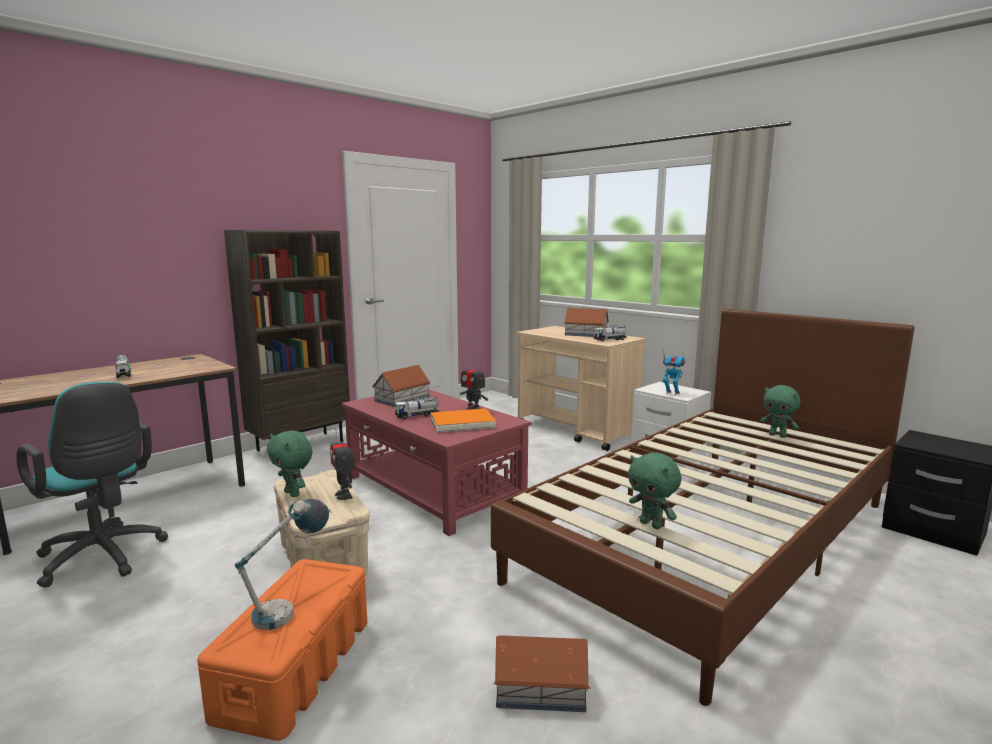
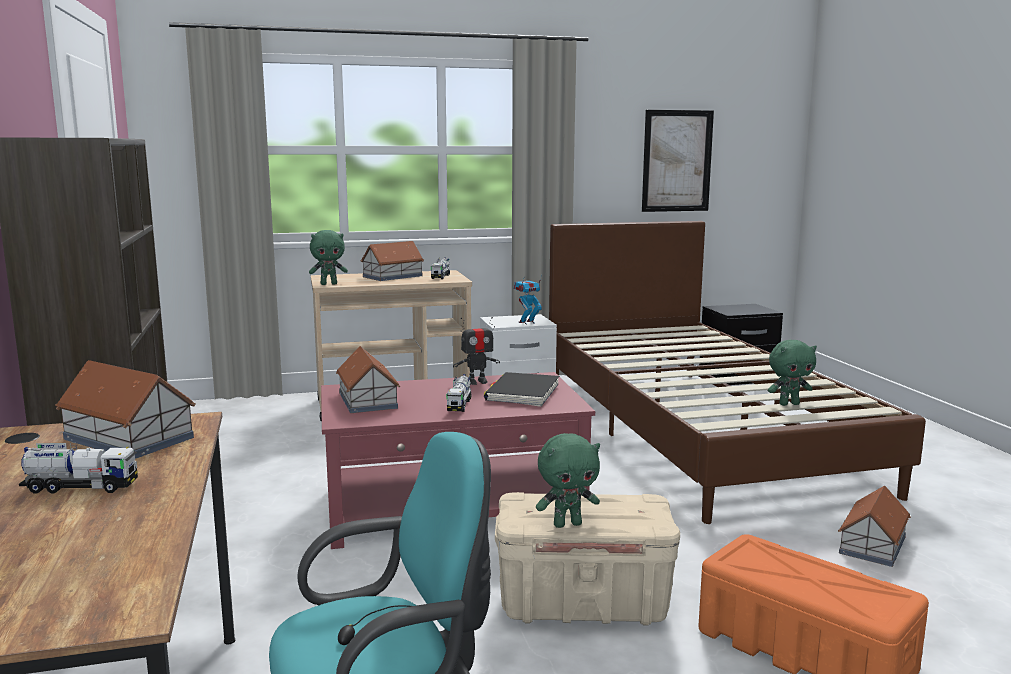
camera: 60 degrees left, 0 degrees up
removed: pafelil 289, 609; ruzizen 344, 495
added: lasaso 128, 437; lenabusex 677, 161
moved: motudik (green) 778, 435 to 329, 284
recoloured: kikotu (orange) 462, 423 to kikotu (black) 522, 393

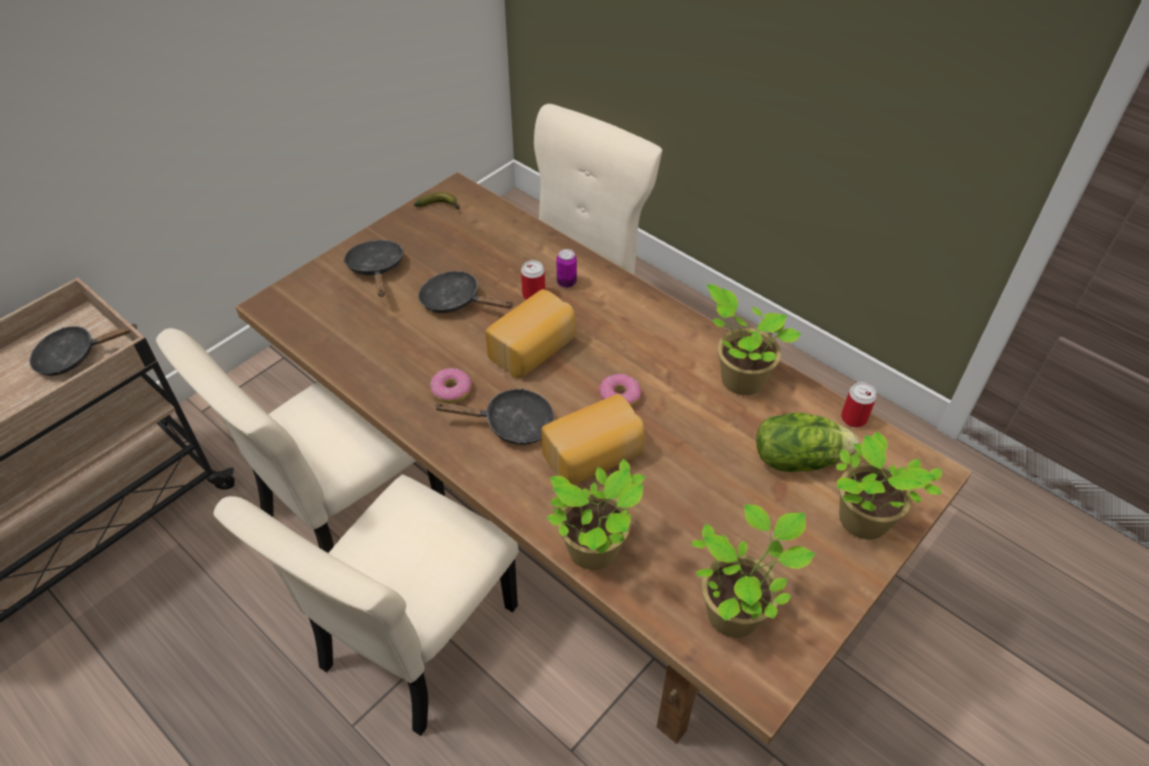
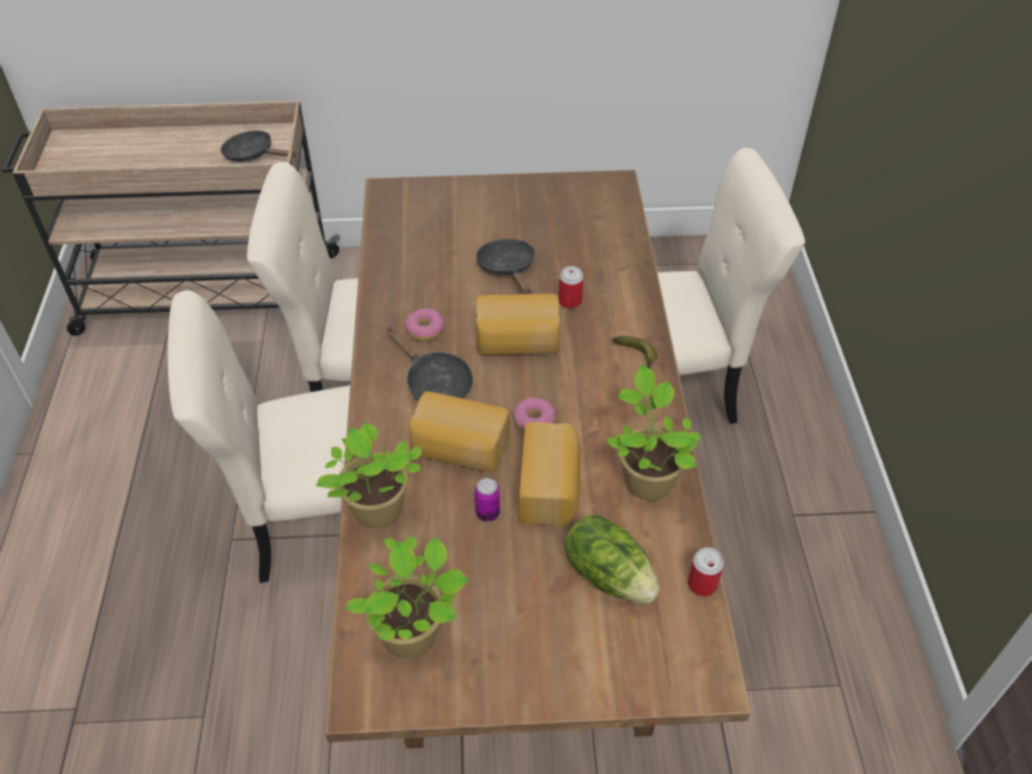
camera: 45 degrees right, 0 degrees up
removed: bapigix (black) 377, 269; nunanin 862, 522
added: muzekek 550, 487
moved: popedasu 440, 207 to 637, 356; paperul 566, 282 to 487, 513

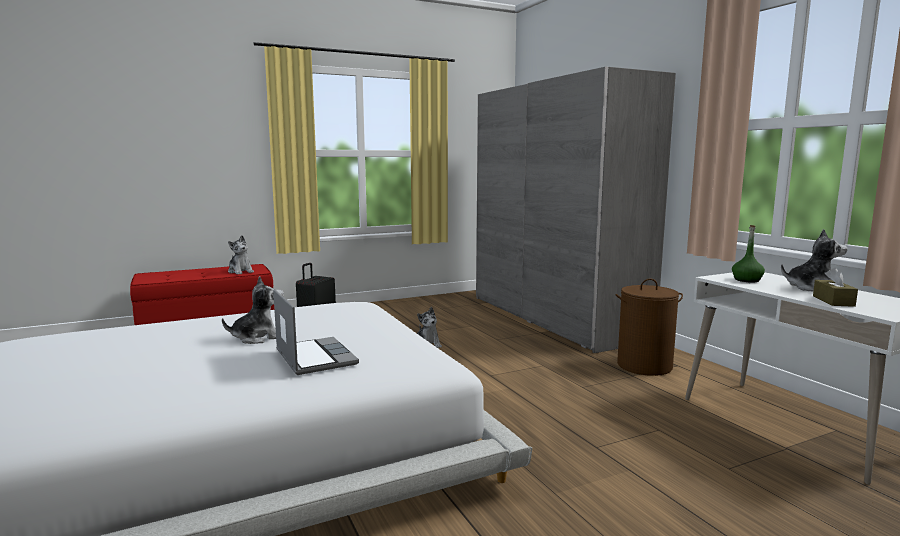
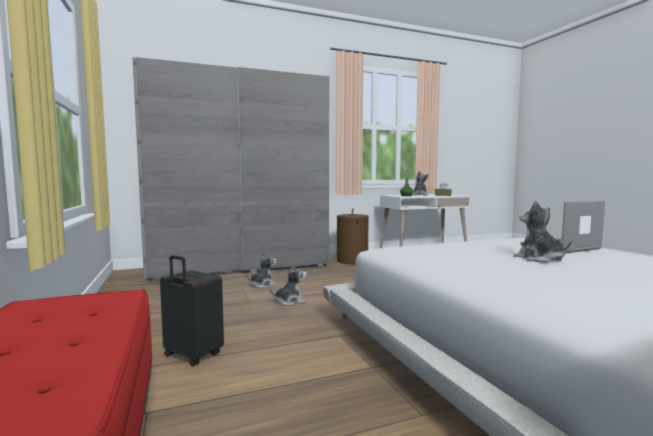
camera: 85 degrees left, 5 degrees down
moved: motudik 240, 271 to 262, 285

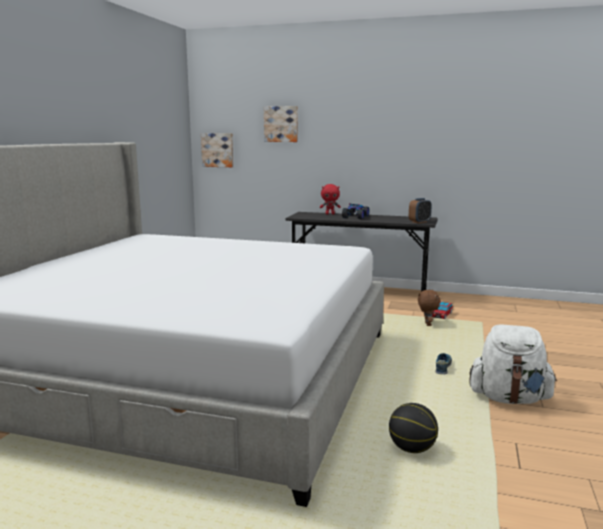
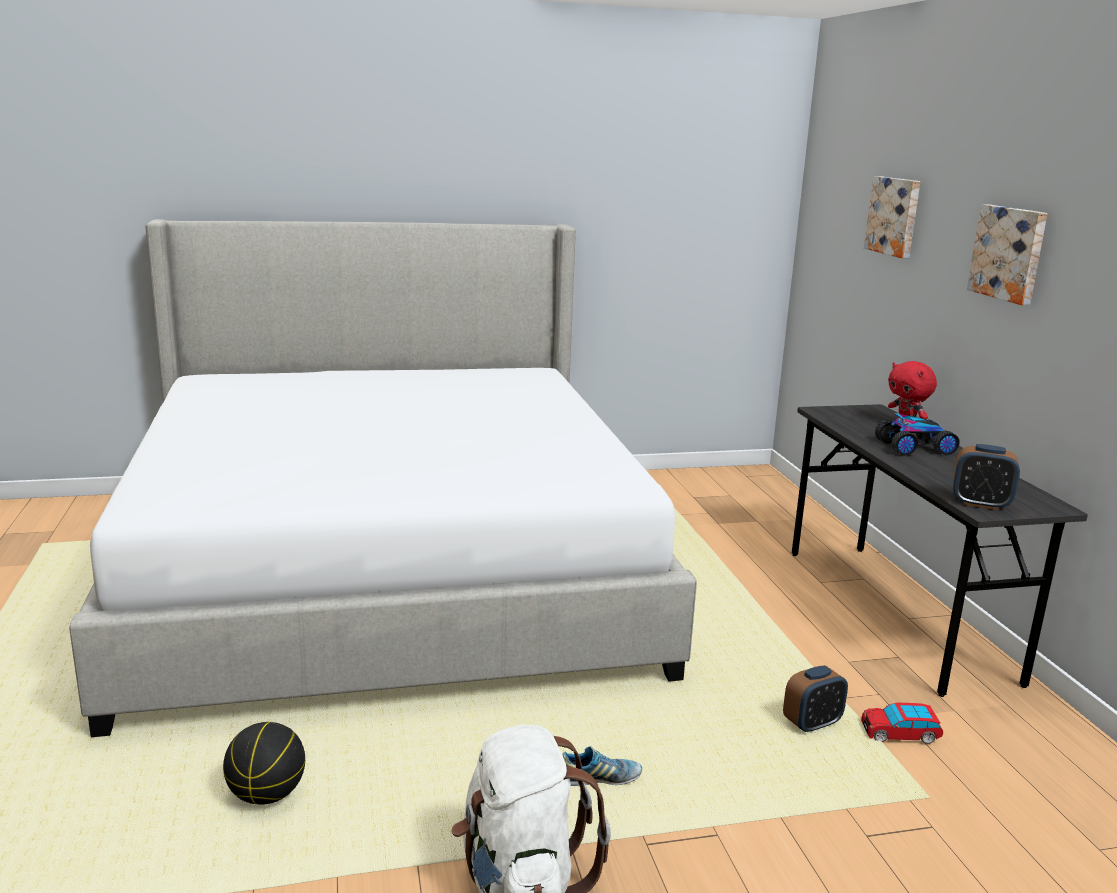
camera: 60 degrees right, 5 degrees up
moved: lenabusex 218, 150 to 1009, 253
replaced: motudik (brown) 427, 325 to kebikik 812, 724

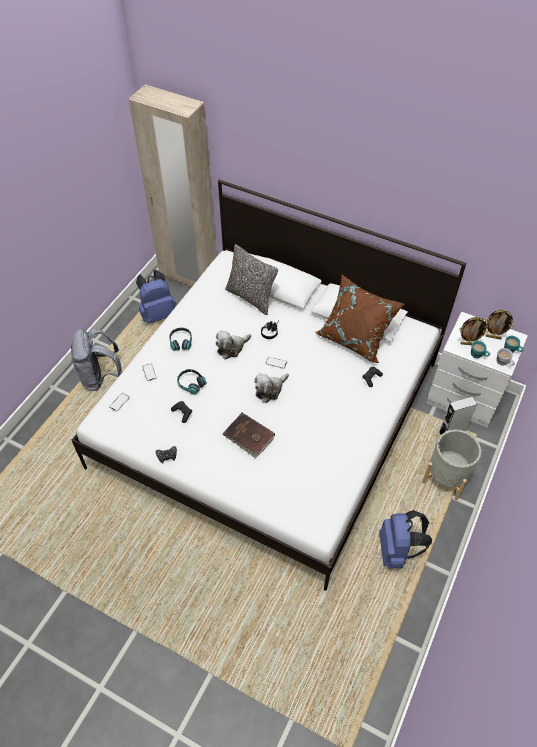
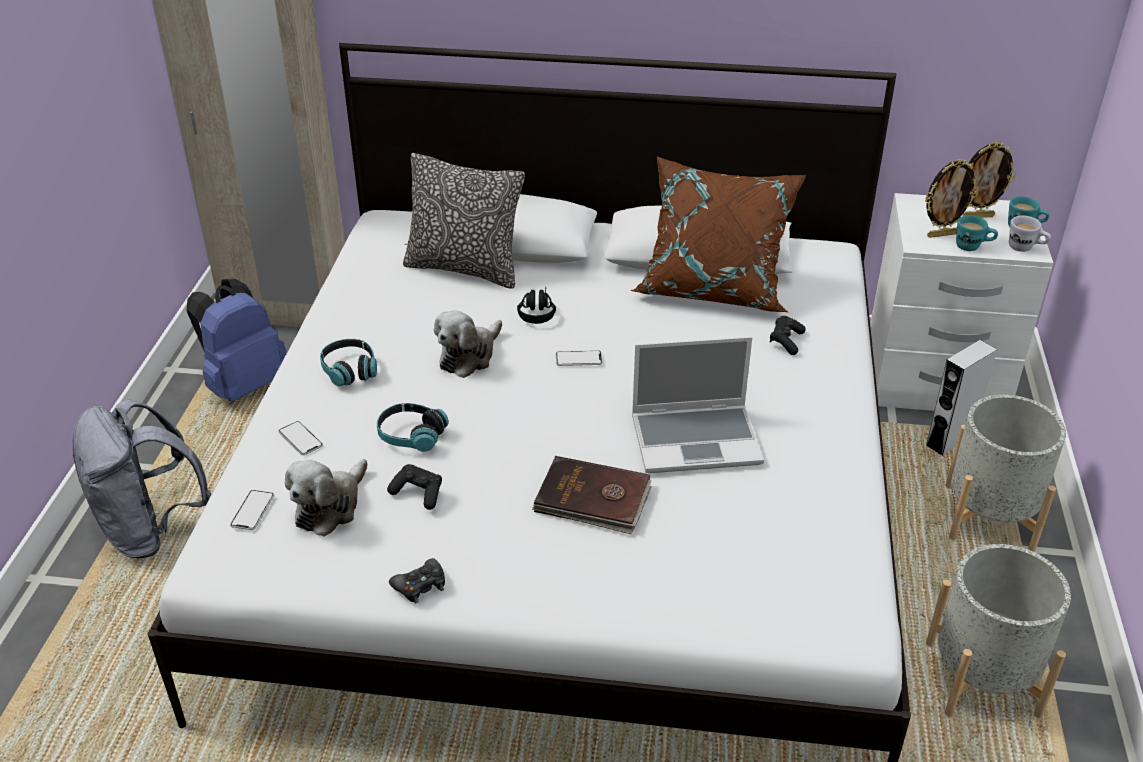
camera: 20 degrees left, 15 degrees down
added: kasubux 697, 439
moved: motudik 270, 390 to 330, 506
replaced: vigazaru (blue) 397, 550 to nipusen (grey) 982, 679

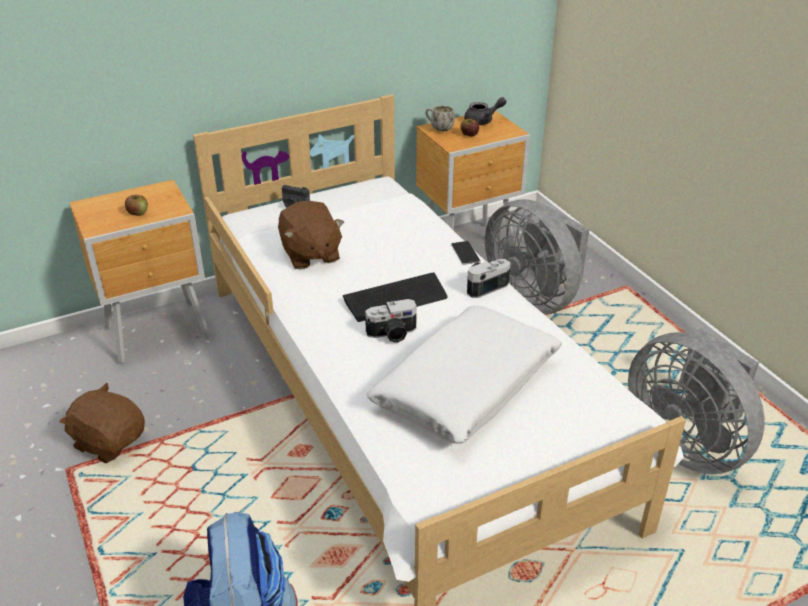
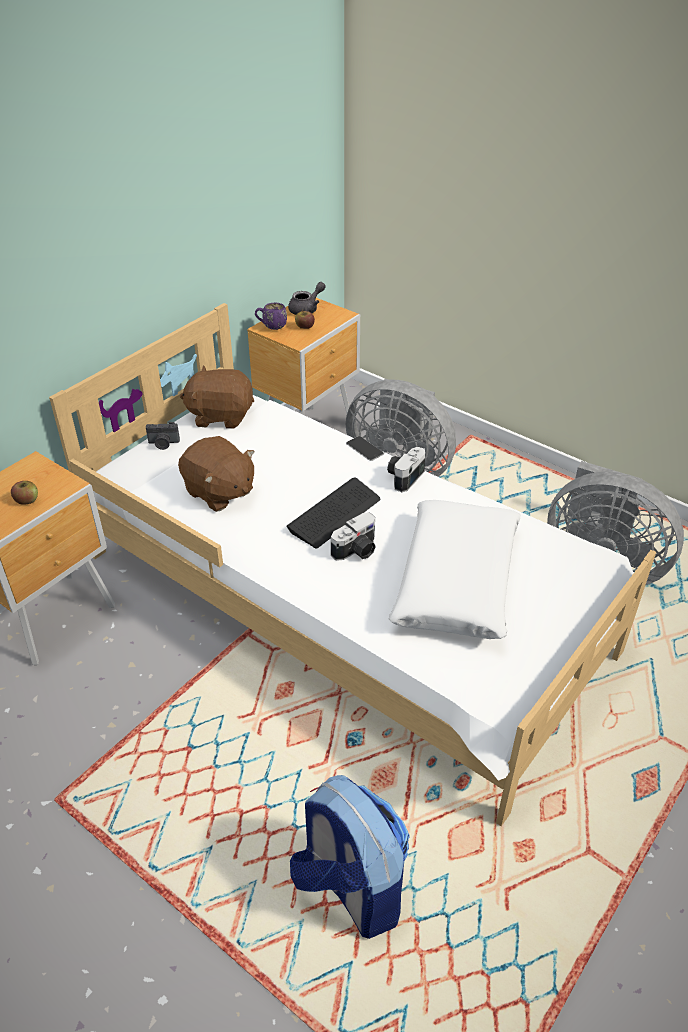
camera: 25 degrees left, 5 degrees up
moved: motudik (brown) 109, 441 to 221, 416
recoloured: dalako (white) 439, 129 to dalako (purple) 271, 327

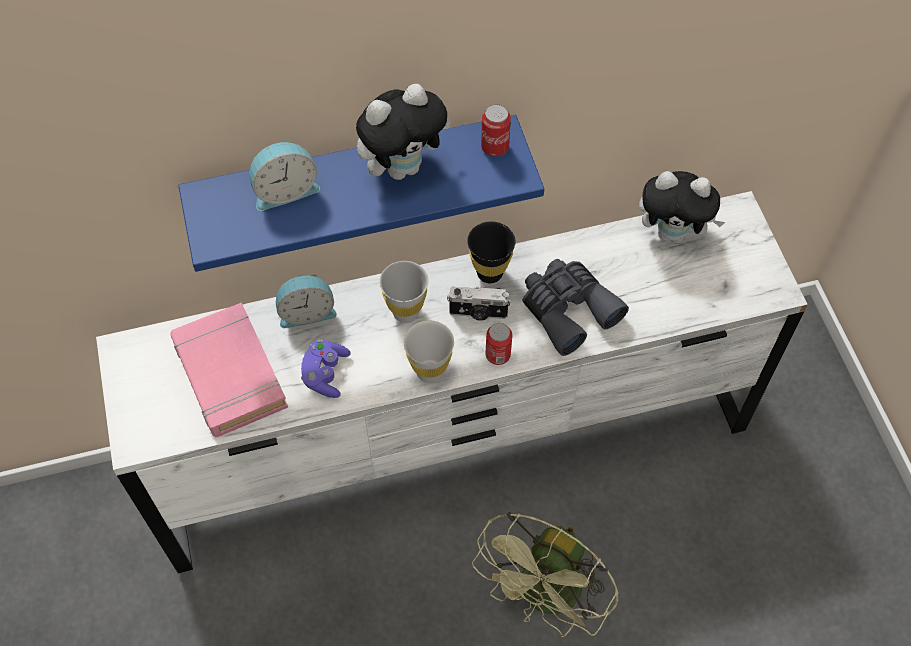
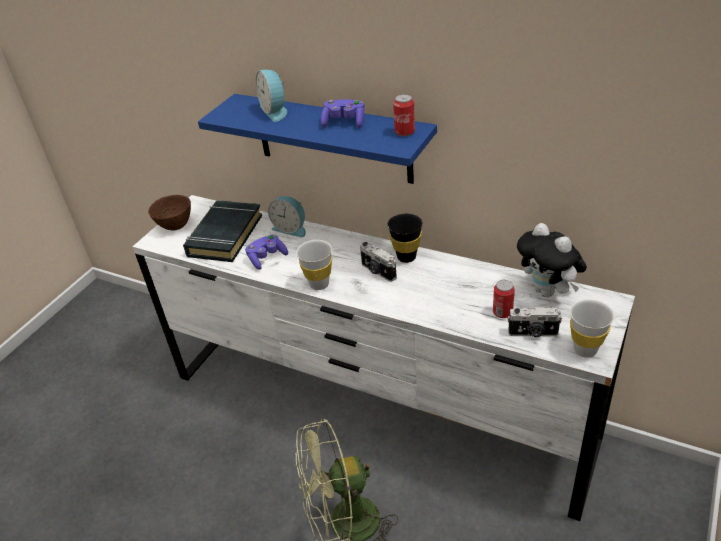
camera: 45 degrees right, 20 degrees down
removed: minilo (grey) 567, 310
added: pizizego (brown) 176, 226; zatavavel 533, 333
moved: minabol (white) 406, 312 to 585, 349; paperul 498, 355 to 502, 312
replaced: motudik 403, 167 to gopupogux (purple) 344, 122
recoloured: kikotu (pink) 229, 374 to kikotu (black) 224, 236
turned: kebikik 285, 190 = 275, 111 45 degrees clockwise

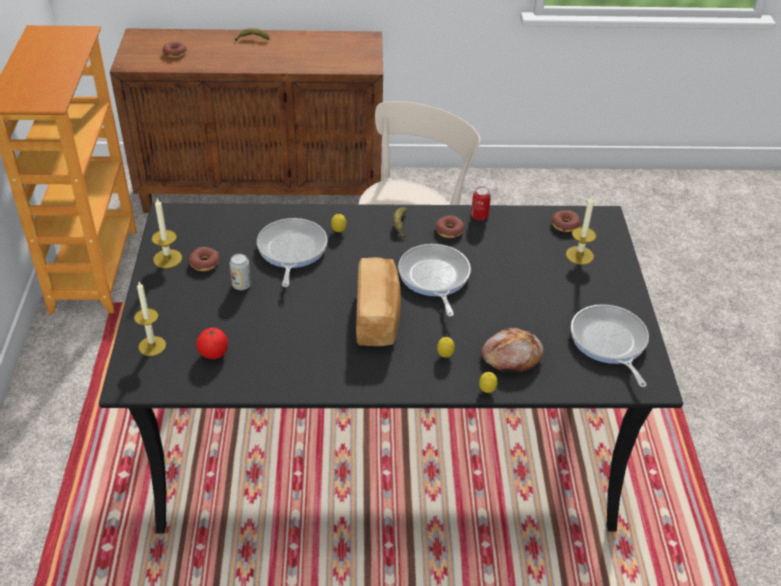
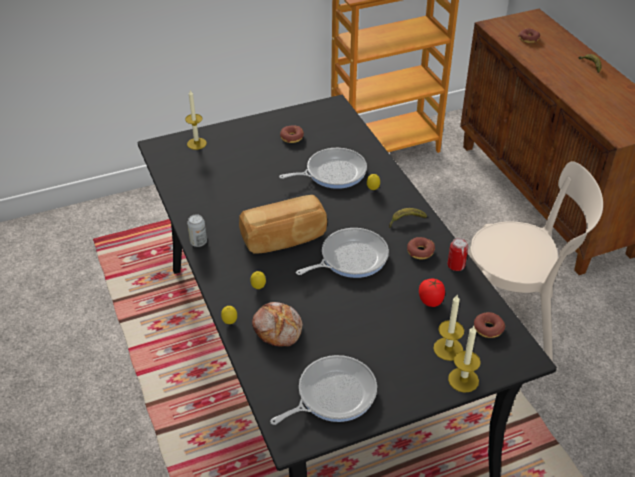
camera: 70 degrees right, 0 degrees up
moved: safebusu 167, 258 to 463, 380; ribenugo 213, 354 to 430, 301; paperul 241, 285 to 198, 242

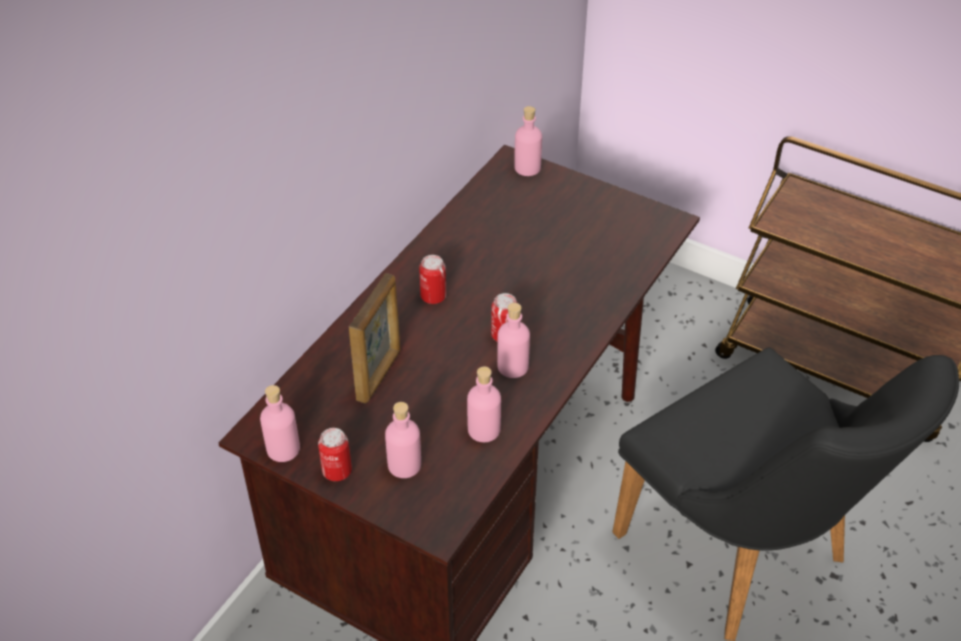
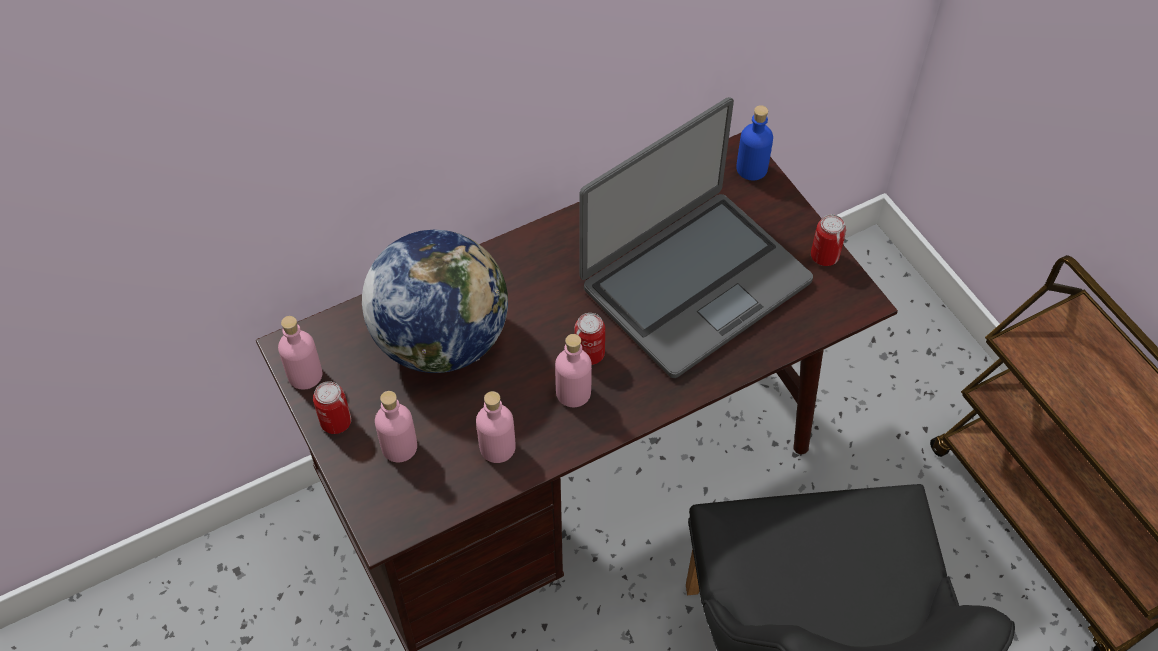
camera: 30 degrees right, 10 degrees up
added: kasubux 694, 282
moved: paperul 433, 296 to 824, 256
replaced: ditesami 379, 375 to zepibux 441, 339
recoloured: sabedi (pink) 527, 168 to sabedi (blue) 751, 168

